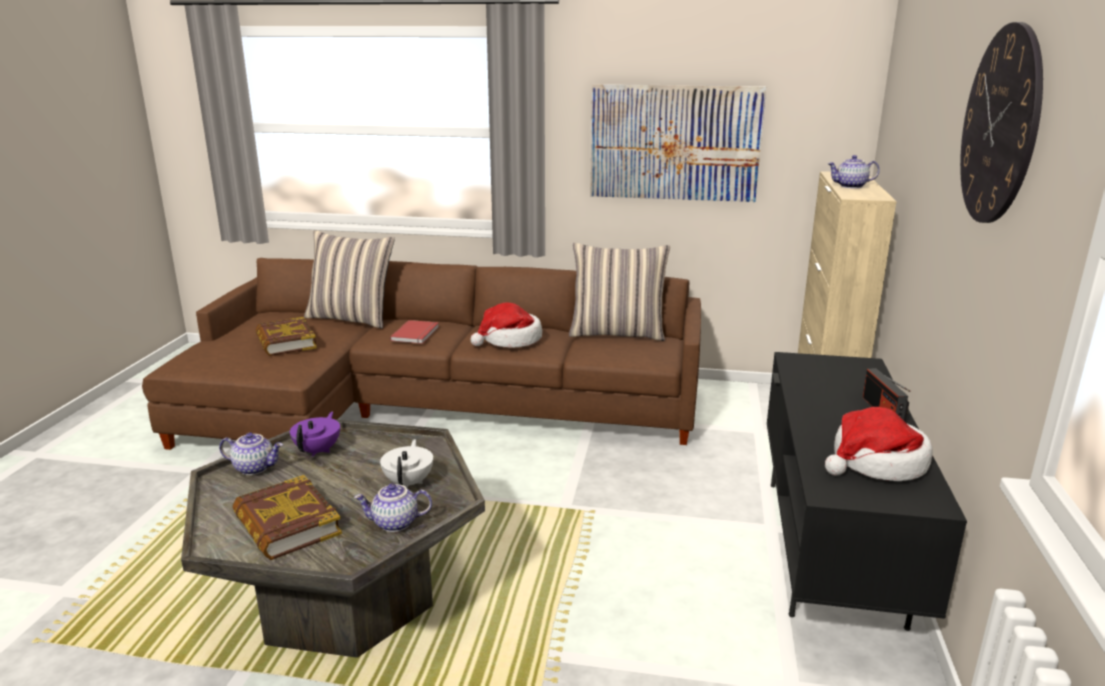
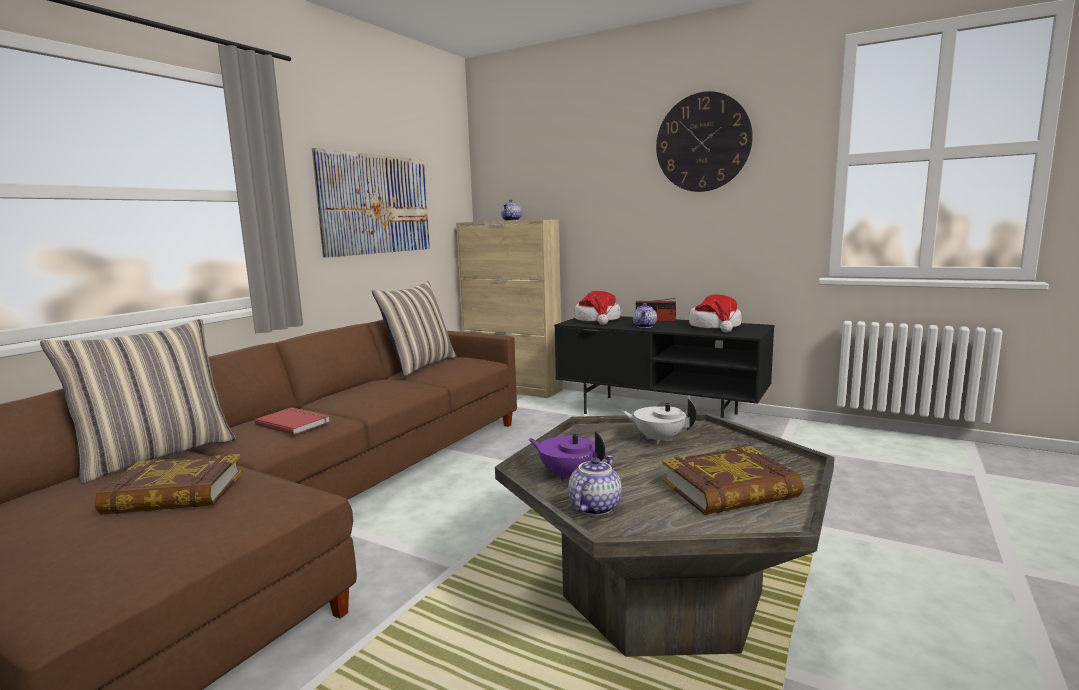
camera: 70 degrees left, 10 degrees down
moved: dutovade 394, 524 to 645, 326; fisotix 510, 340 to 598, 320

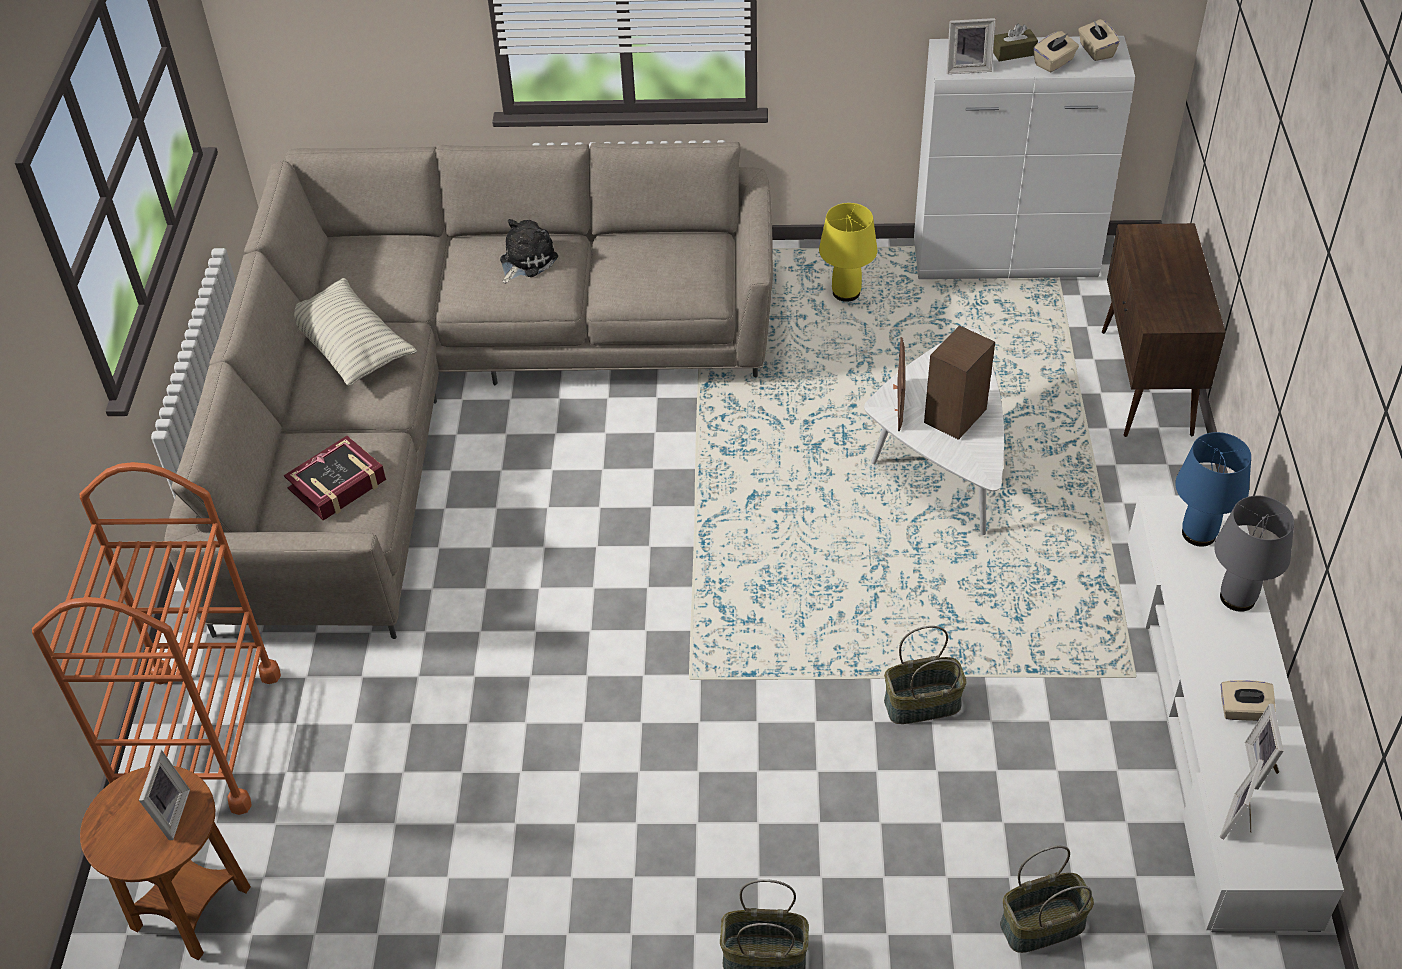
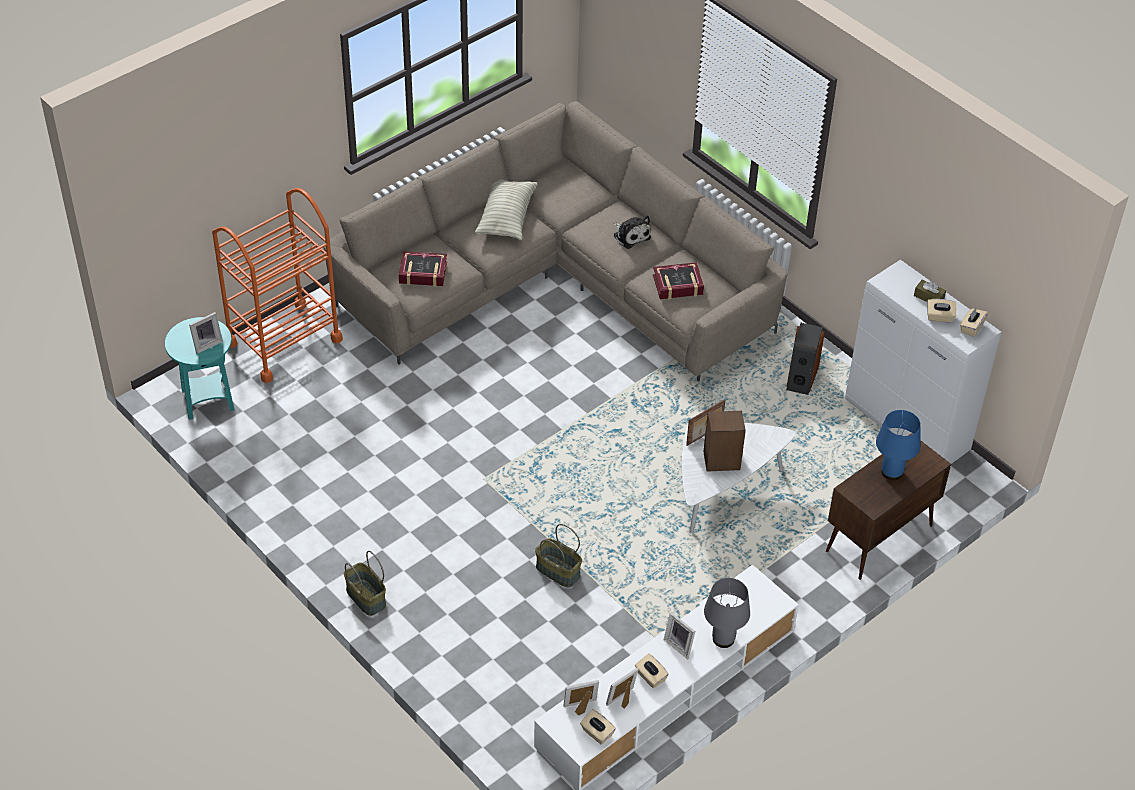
camera: 45 degrees right, 0 degrees up
removed: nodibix 1042, 926
added: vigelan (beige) 597, 733; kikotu 678, 285
moved: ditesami 967, 67 to 680, 645; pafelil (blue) 1199, 534 to 891, 472
replaced: pafelil (yellow) 846, 293 to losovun 801, 377
recoloured: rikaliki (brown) 191, 908 to rikaliki (turquoise) 208, 400
turned: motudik 525, 261 = 631, 235 60 degrees clockwise

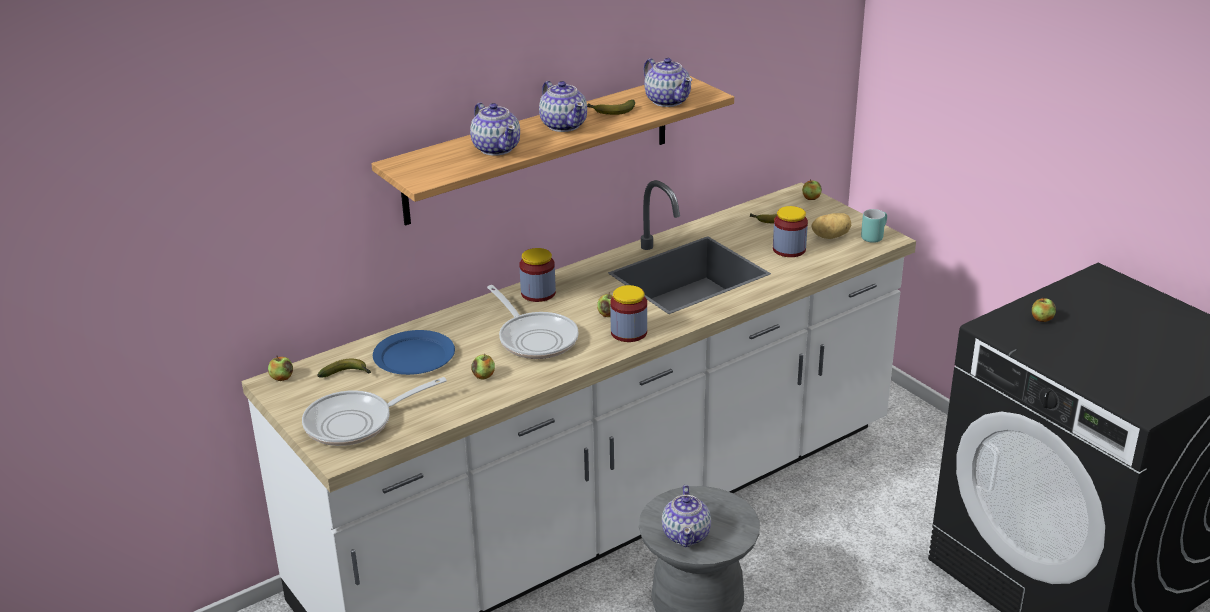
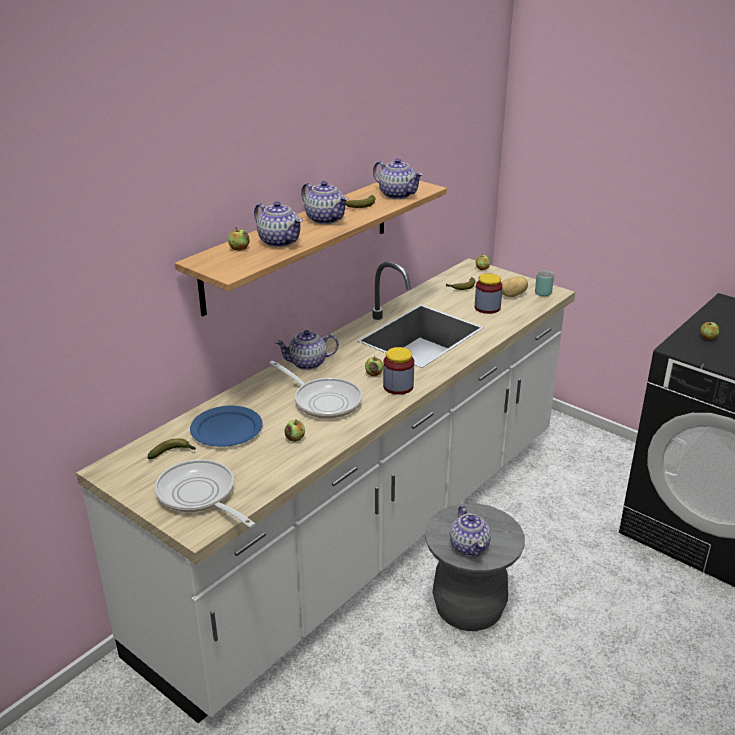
camera: 15 degrees left, 0 degrees up
moved: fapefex 282, 377 to 239, 248
replaced: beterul 538, 293 to dutovade 308, 363
turned: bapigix 356, 423 = 199, 496 90 degrees clockwise

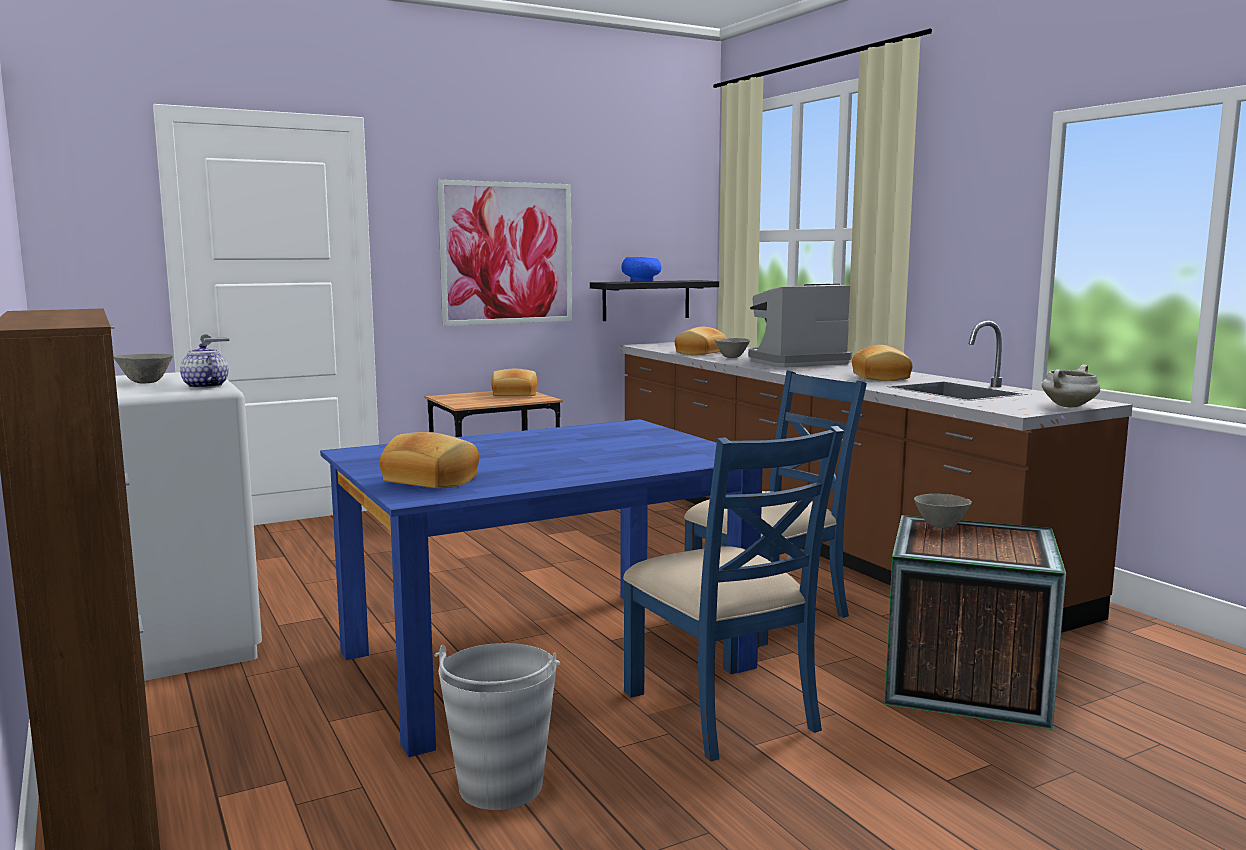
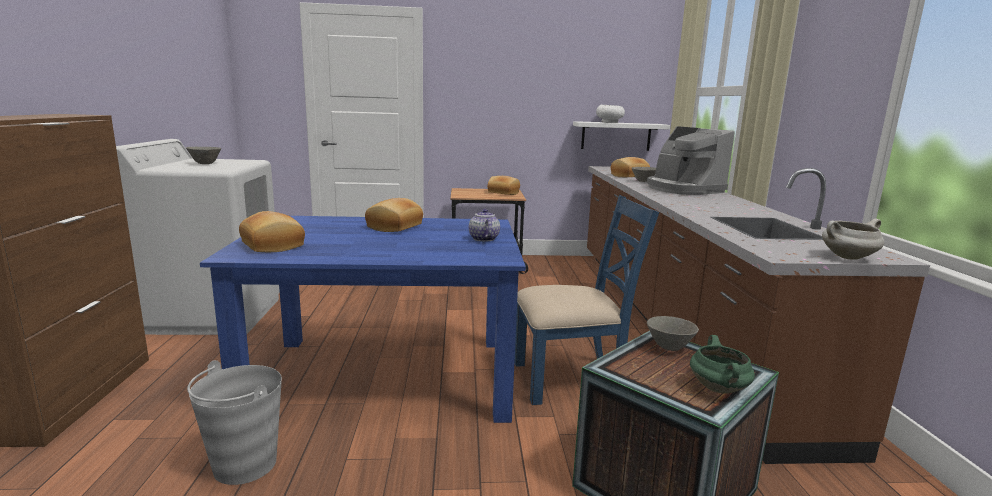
camera: 25 degrees right, 5 degrees up
removed: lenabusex 507, 253; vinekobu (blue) 722, 710
added: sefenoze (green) 719, 389
moved: dutovade 204, 386 to 483, 238; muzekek 882, 377 to 395, 227
recoloured: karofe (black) 646, 300 to karofe (white) 616, 136; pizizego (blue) 641, 281 to pizizego (white) 609, 122
turned: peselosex 795, 362 = 682, 189 120 degrees counterclockwise

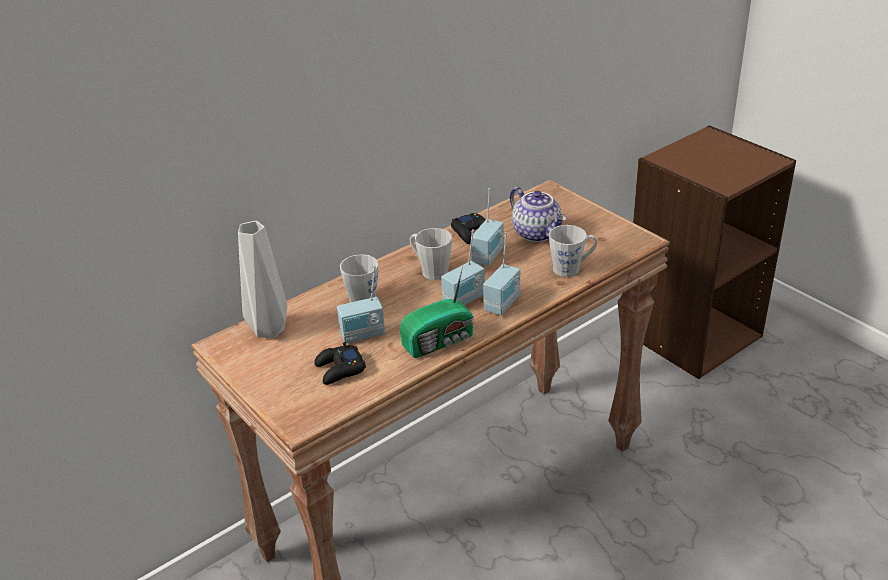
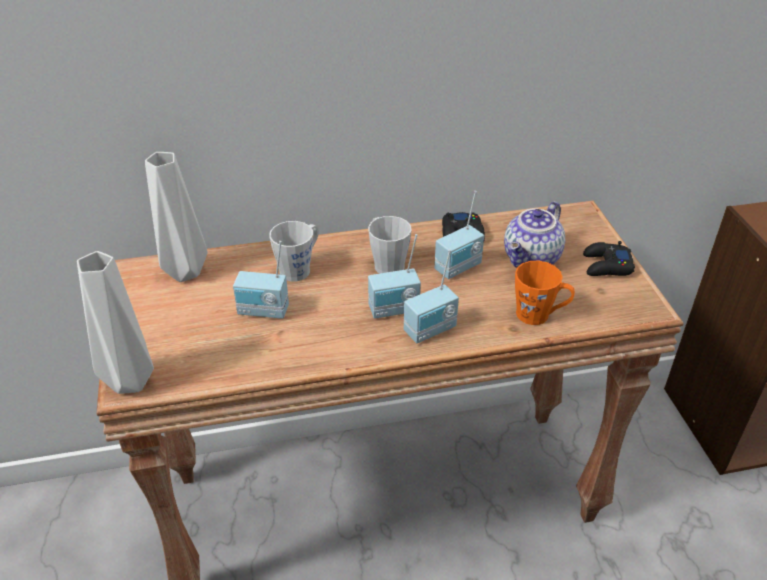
camera: 25 degrees right, 5 degrees up
removed: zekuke 440, 341
added: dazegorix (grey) 133, 382
moved: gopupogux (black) 340, 369 to 606, 266
recoloured: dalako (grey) 571, 268 to dalako (orange) 539, 315
turned: dutovade 538, 233 = 532, 259 45 degrees clockwise

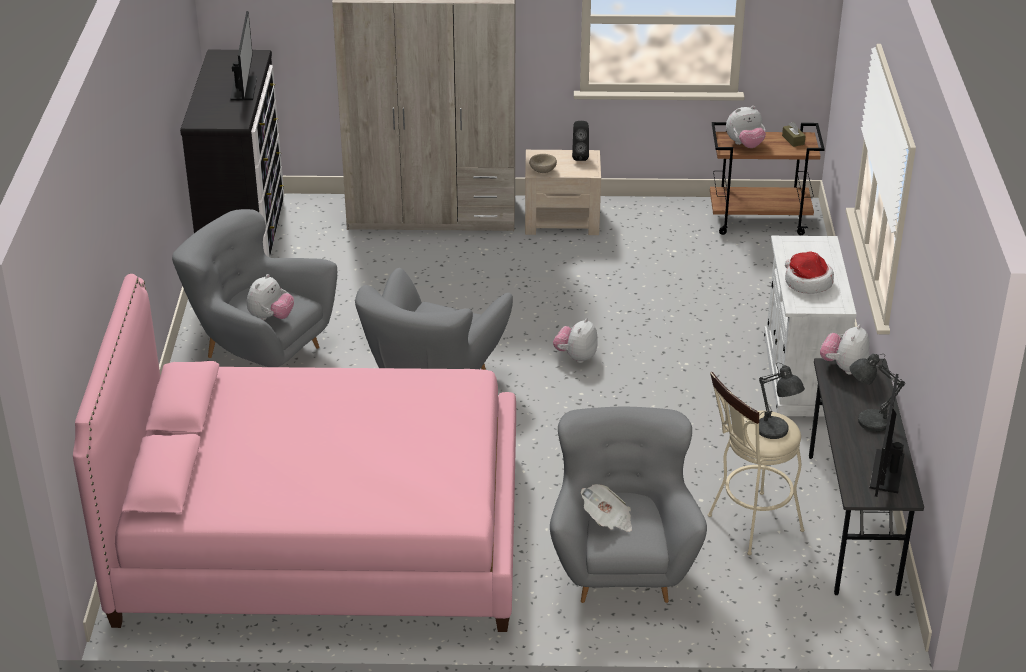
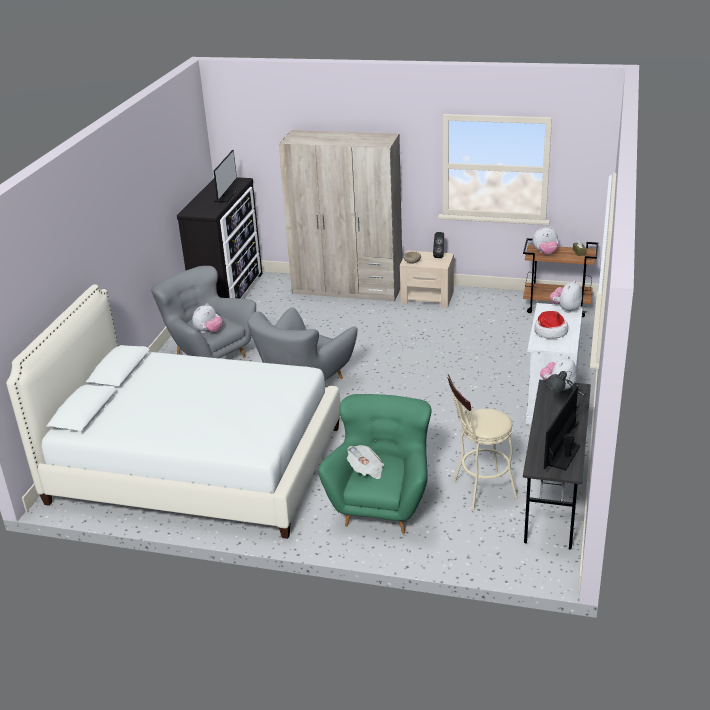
camera: 15 degrees right, 5 degrees down
removed: pafelil (grey) 774, 431
moved: motudik 576, 357 to 565, 309
recoloured: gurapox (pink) 320, 534 to gurapox (white) 196, 464; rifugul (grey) 621, 564 to rifugul (green) 382, 505

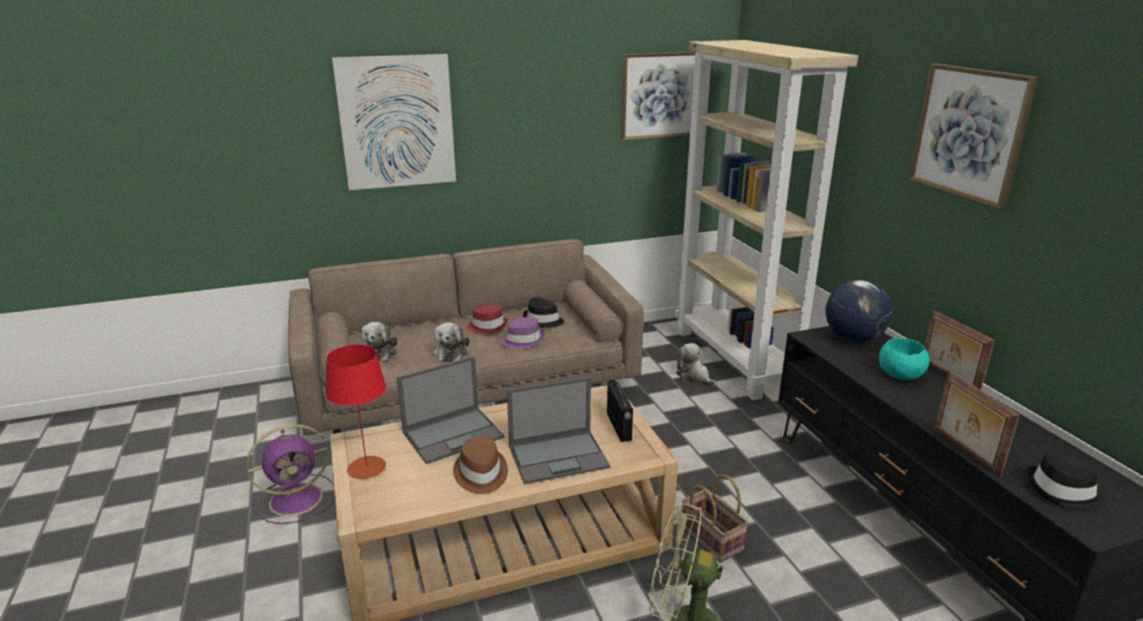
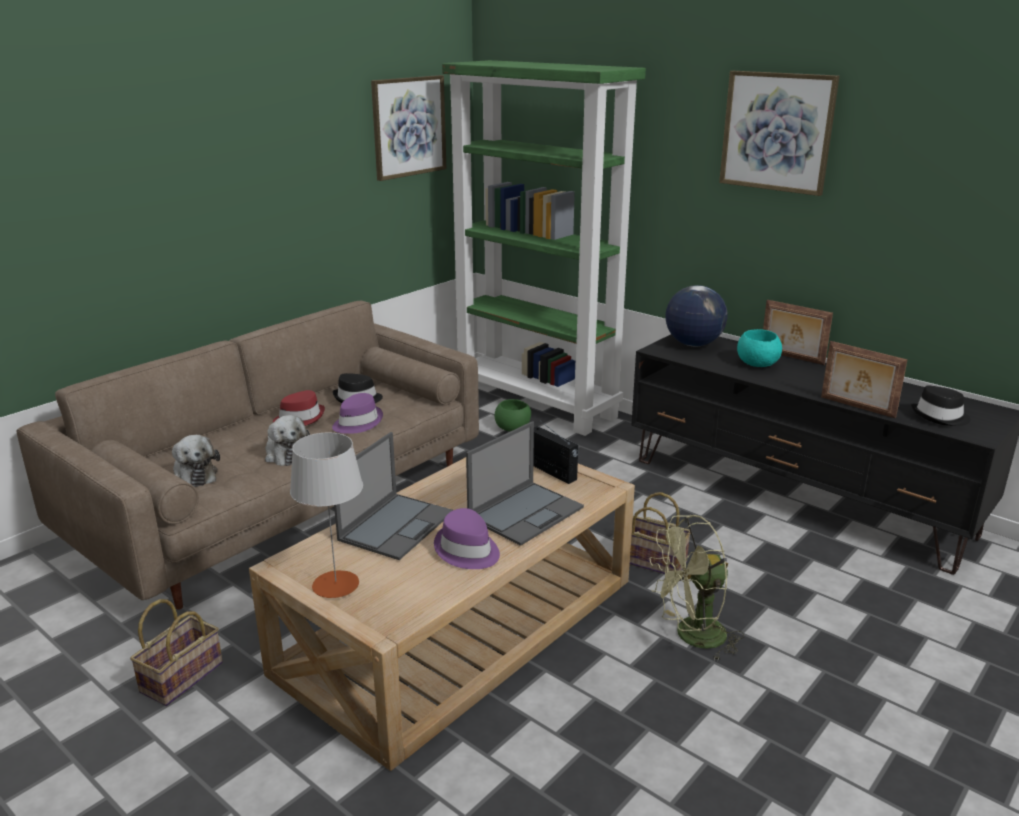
camera: 30 degrees left, 0 degrees up
removed: lenabusex 397, 122
replaced: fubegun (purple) 298, 498 to nodibix 182, 675; motudik 694, 376 to pizizego (green) 513, 428
recoloured: pafelil (red) 366, 467 to pafelil (grey) 336, 584; fisotix (brown) 480, 474 to fisotix (purple) 467, 551; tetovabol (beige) 735, 359 to tetovabol (green) 537, 403

